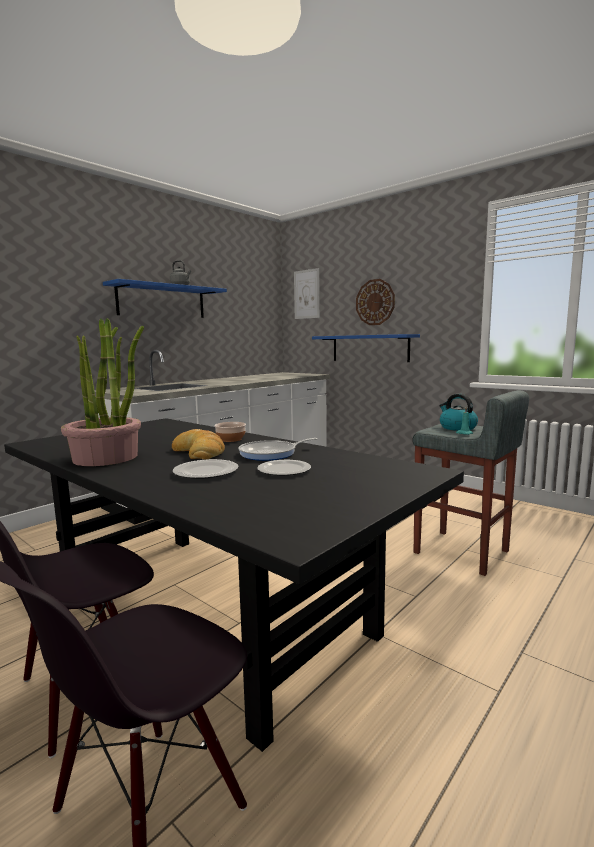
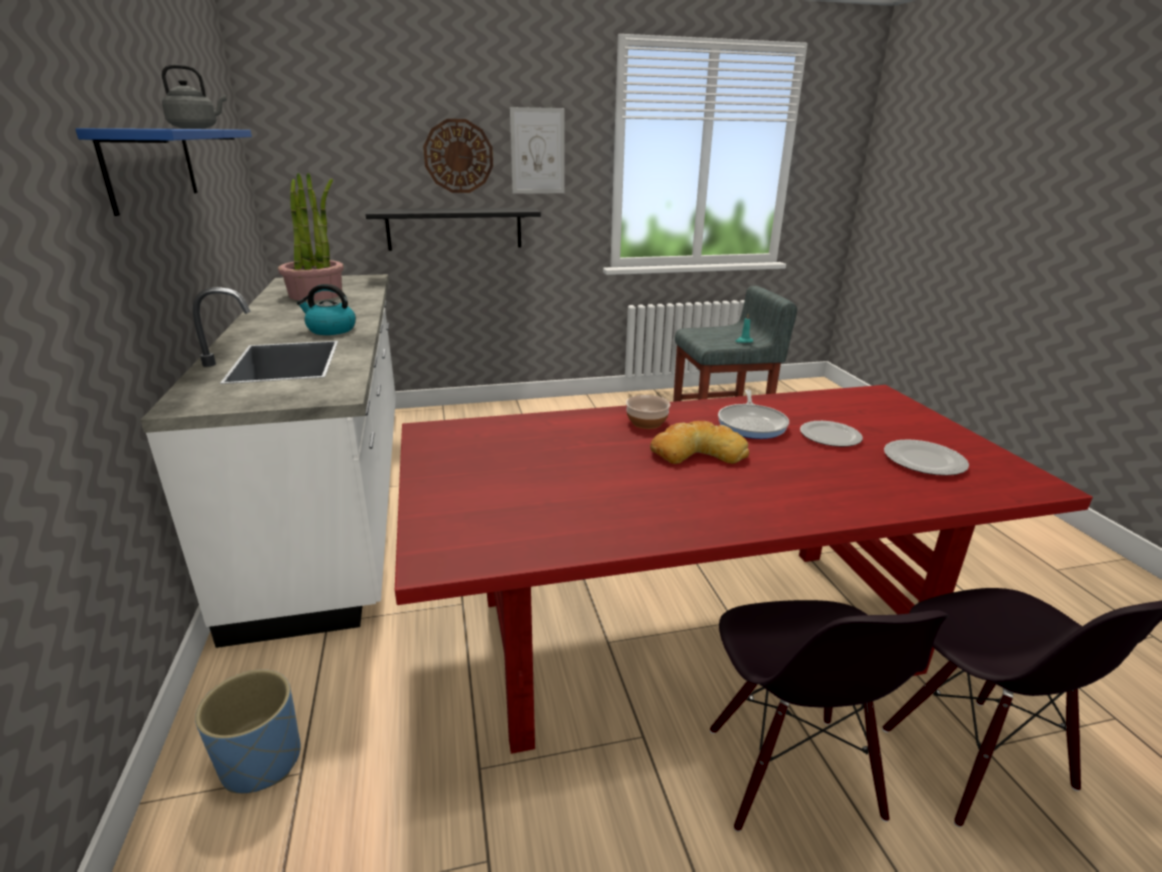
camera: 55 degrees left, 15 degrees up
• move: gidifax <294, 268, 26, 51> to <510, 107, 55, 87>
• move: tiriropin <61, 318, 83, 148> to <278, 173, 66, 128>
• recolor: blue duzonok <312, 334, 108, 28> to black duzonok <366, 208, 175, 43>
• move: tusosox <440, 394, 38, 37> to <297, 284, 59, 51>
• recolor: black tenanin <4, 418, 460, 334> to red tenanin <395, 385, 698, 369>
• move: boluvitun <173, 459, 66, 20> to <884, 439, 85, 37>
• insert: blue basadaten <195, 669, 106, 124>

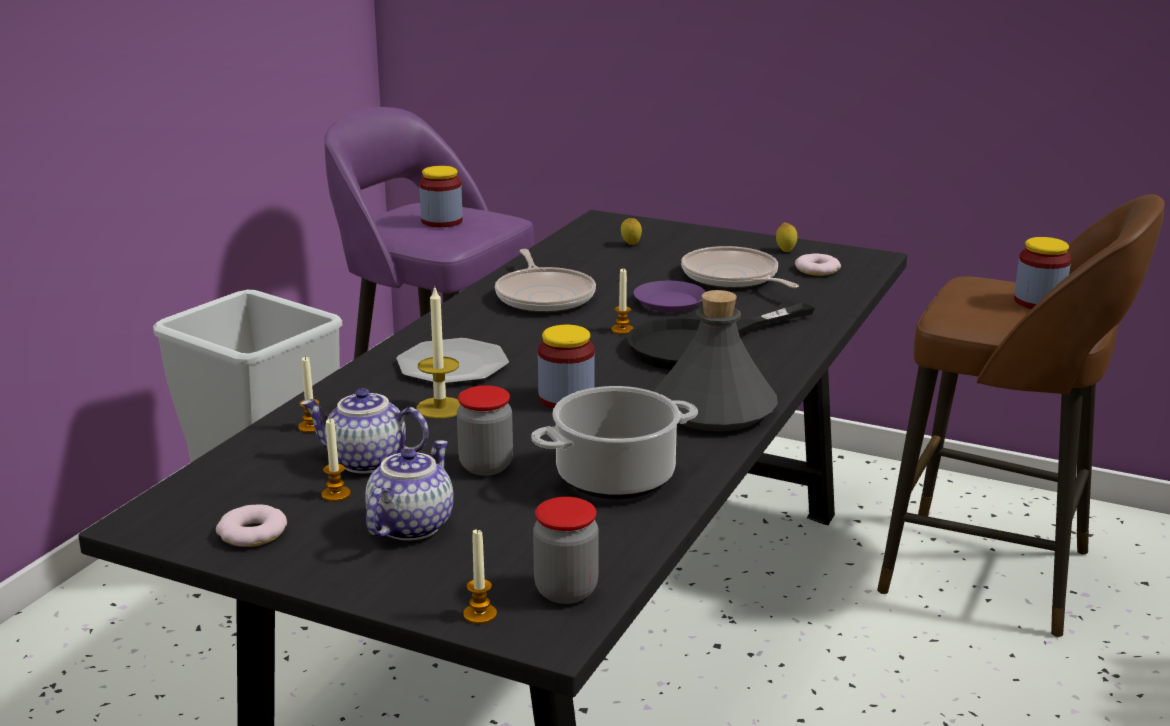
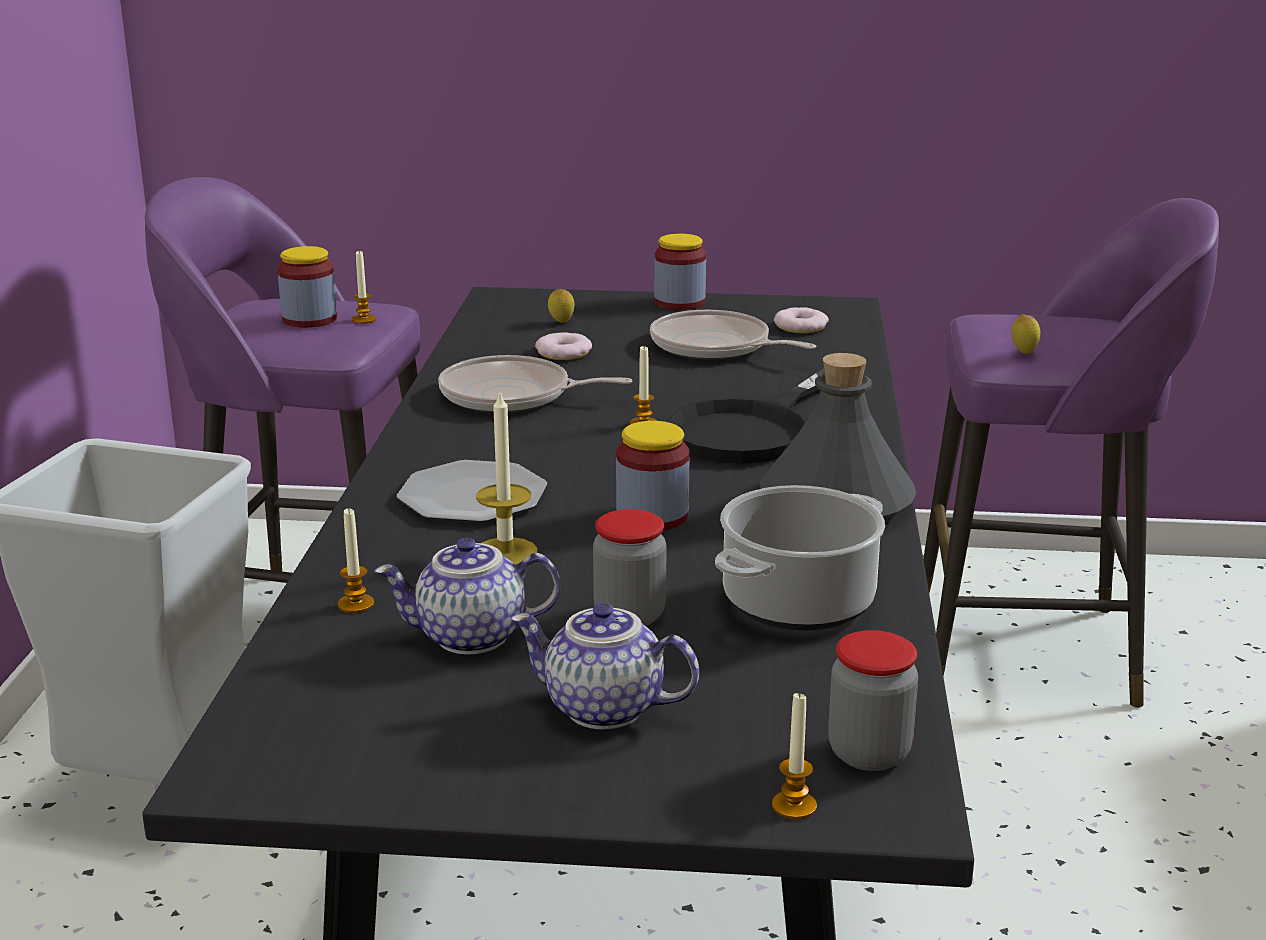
camera: 20 degrees left, 0 degrees up
• recolor: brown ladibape <877, 194, 288, 443> to purple ladibape <923, 198, 296, 510>
• move: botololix <776, 222, 21, 30> to <1011, 314, 29, 40>
• move: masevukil <1014, 237, 57, 72> to <654, 234, 52, 76>
• rotate: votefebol <495, 249, 101, 63> = <438, 355, 195, 58> 135 degrees clockwise
• delete: purple boluvitun <633, 281, 73, 31>
• move: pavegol <321, 418, 30, 84> to <352, 251, 24, 73>
• rotate: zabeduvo <365, 440, 89, 101> = <511, 603, 188, 126> 75 degrees counterclockwise
• move: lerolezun <216, 504, 71, 43> to <535, 332, 57, 28>

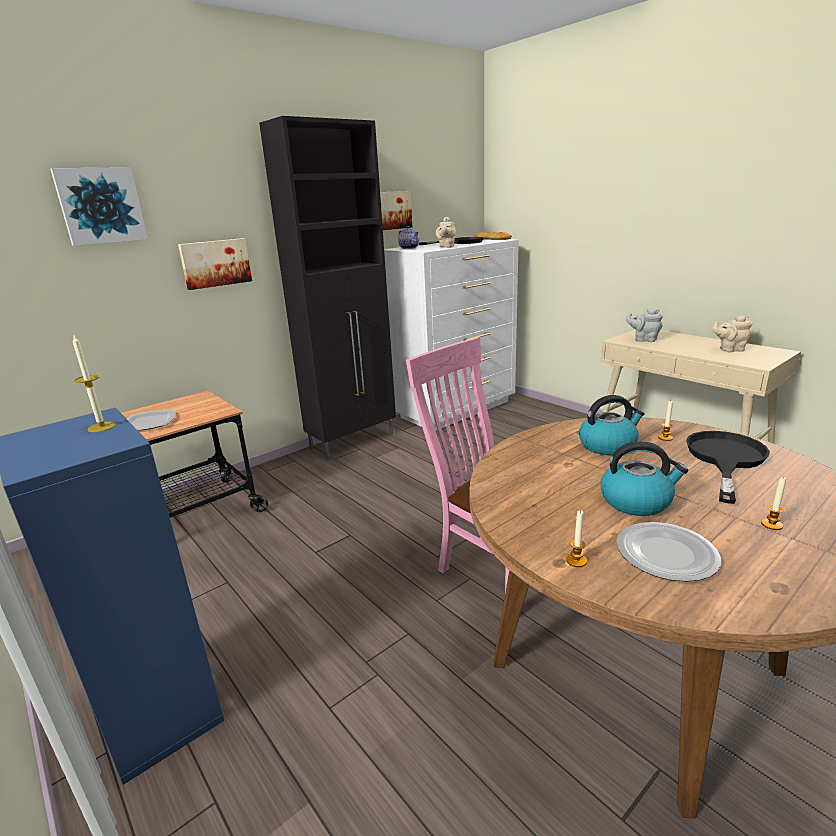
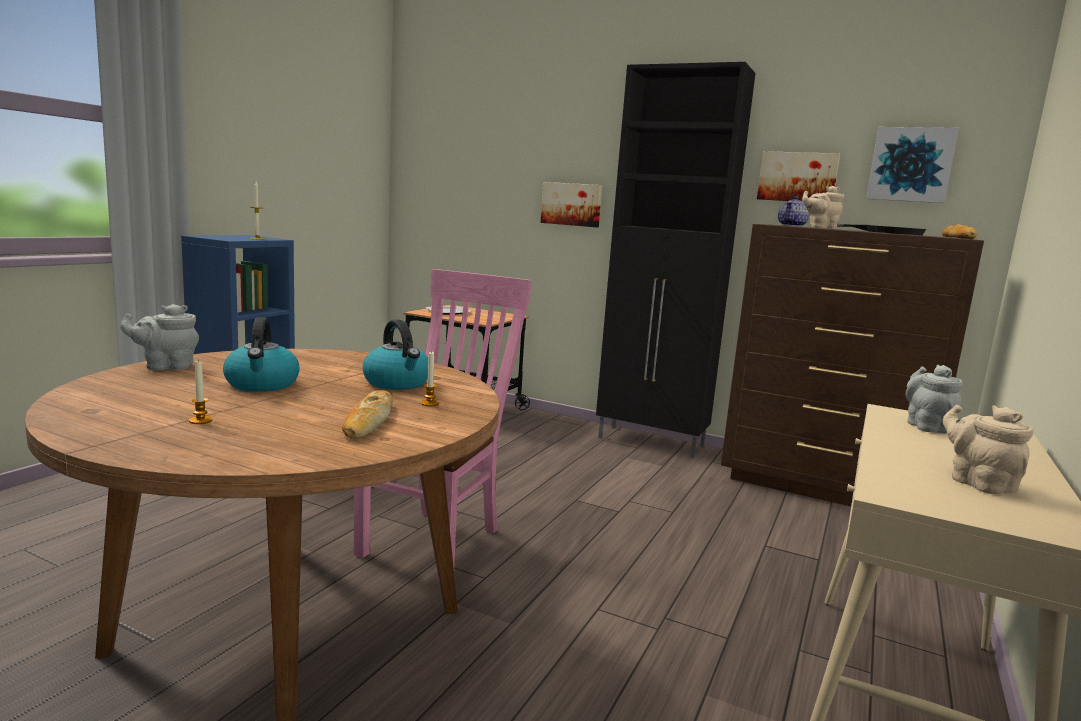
camera: 65 degrees right, 10 degrees down
• move: gidifax <50, 167, 98, 79> to <866, 127, 93, 76>
• recolor: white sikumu <384, 239, 135, 192> to brown sikumu <721, 224, 263, 282>
• replace: black votefebol <686, 431, 84, 73> to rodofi <342, 390, 51, 49>
• replace: pavegol <566, 510, 21, 57> to grey zabeduvo <120, 304, 79, 66>
• delete: boluvitun <616, 522, 105, 60>

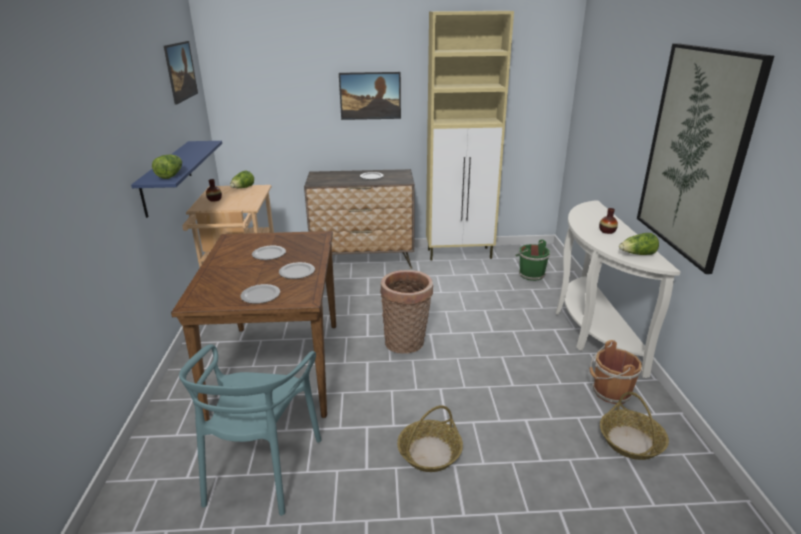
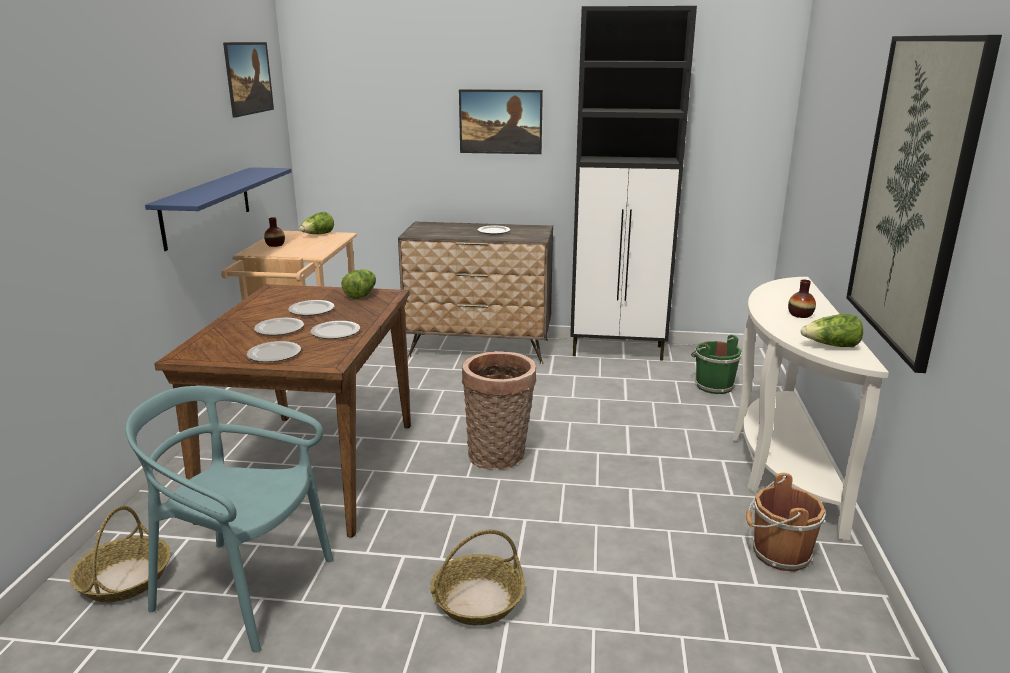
camera: 10 degrees right, 5 degrees down
• recolor: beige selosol <426, 11, 88, 249> to black selosol <570, 6, 127, 355>
• move: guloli <152, 155, 30, 24> to <341, 269, 35, 30>
• rotate: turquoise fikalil <179, 344, 142, 172> = <126, 386, 208, 267> 90 degrees clockwise
• move: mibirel <600, 392, 69, 68> to <70, 506, 101, 96>
• insert: boluvitun <254, 318, 50, 17>

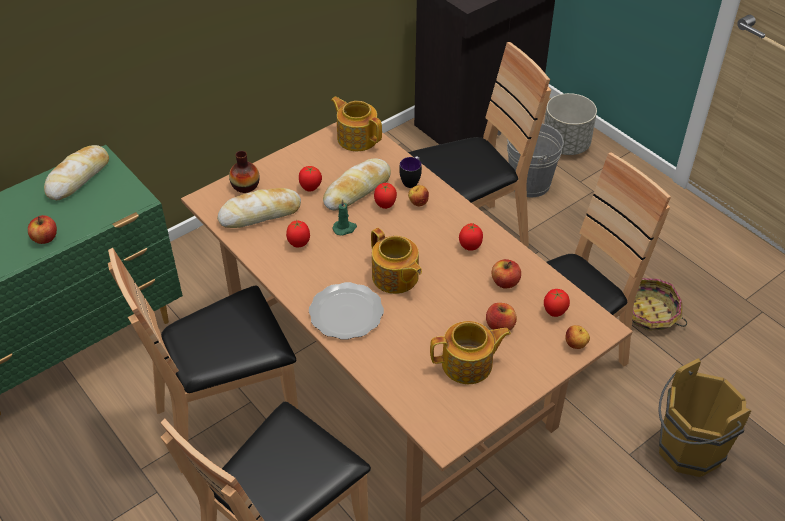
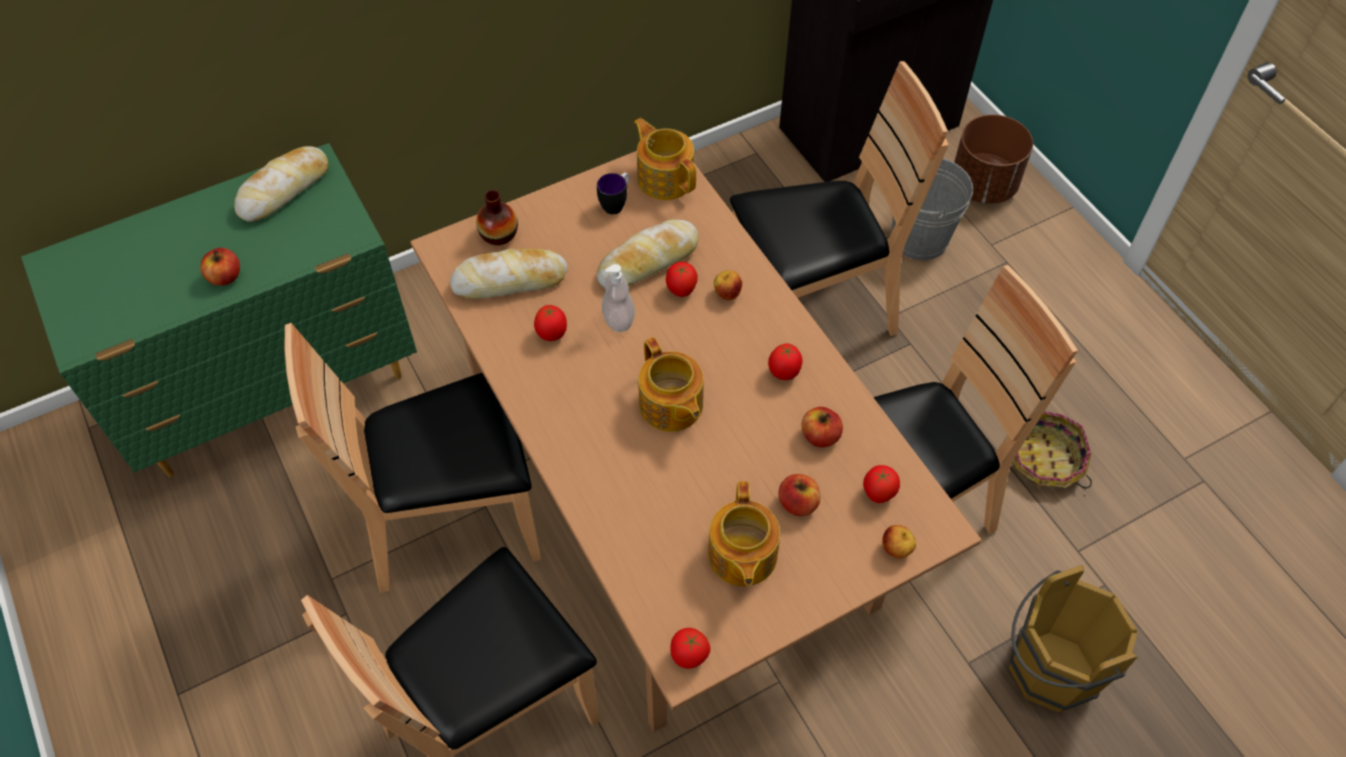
camera: 10 degrees right, 10 degrees up
• recolor: grey basadaten <544, 93, 53, 62> to brown basadaten <954, 114, 79, 90>
• move: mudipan <399, 156, 23, 32> to <597, 173, 32, 42>
• move: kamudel <299, 166, 23, 26> to <670, 628, 40, 41>
• replace: green pavegol <333, 199, 24, 37> to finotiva <602, 264, 33, 68>
• delete: boluvitun <309, 282, 75, 58>
• rotate: zabeduvo <430, 321, 81, 63> = <708, 481, 72, 105> 90 degrees clockwise

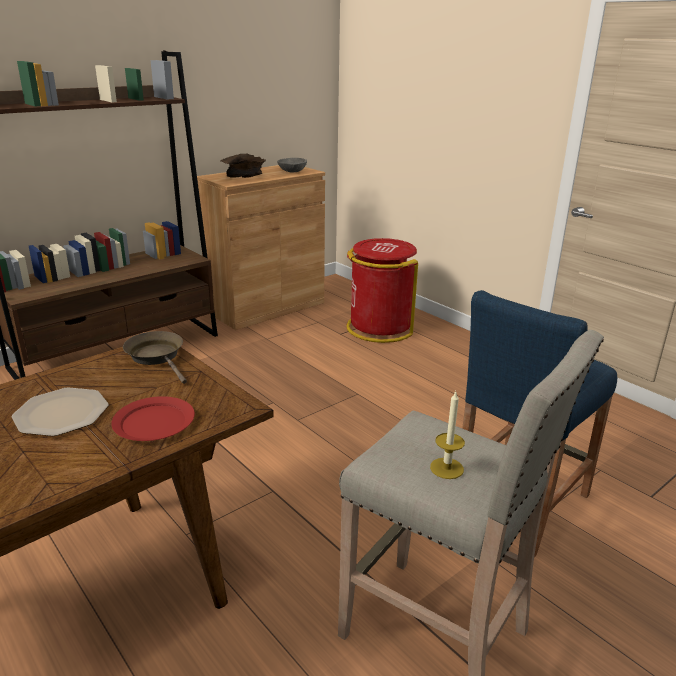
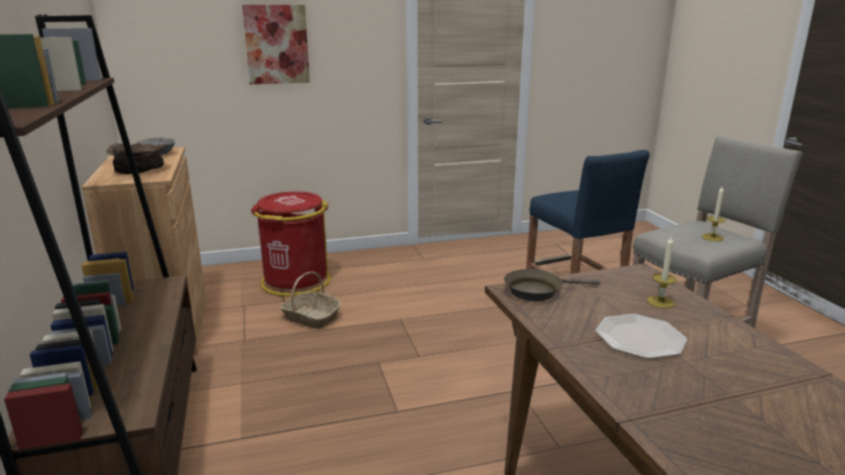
camera: 65 degrees left, 5 degrees down
• replace: red boluvitun <111, 396, 84, 45> to pavegol <647, 235, 30, 73>
• insert: gidifax <242, 5, 68, 79>
• insert: mibirel <280, 271, 61, 58>

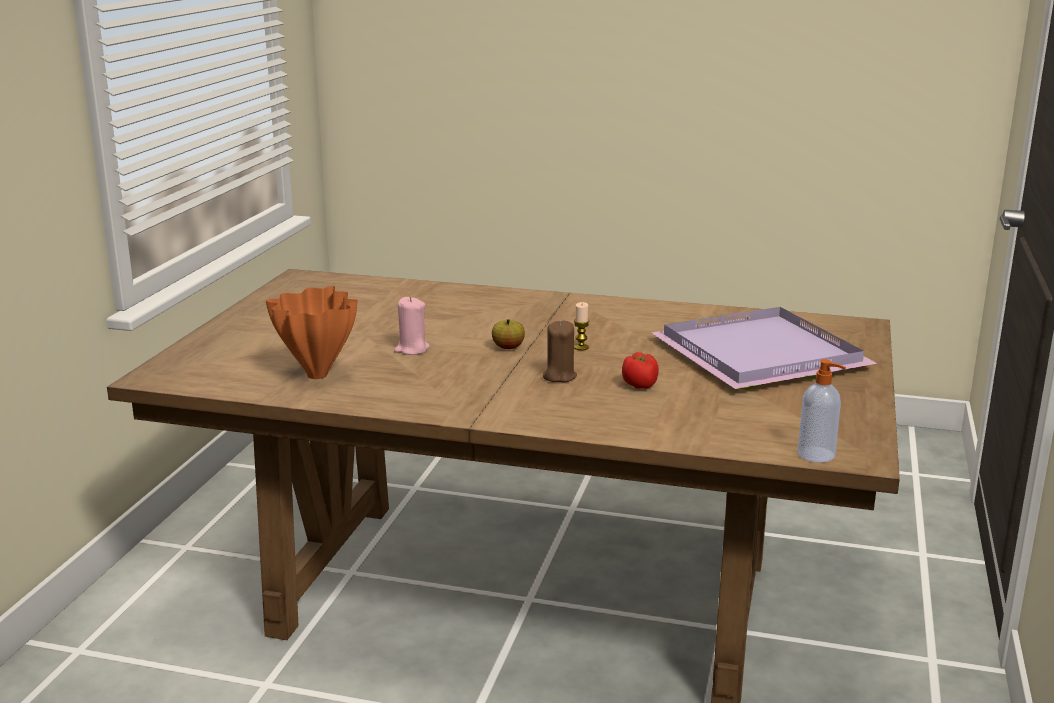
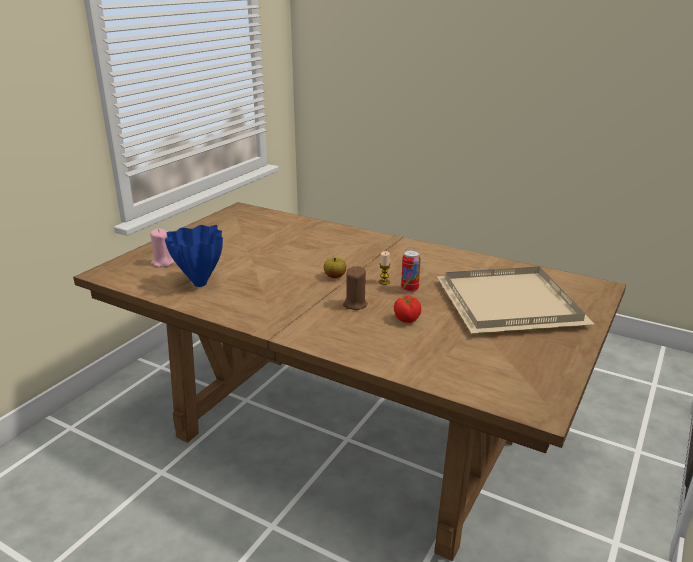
camera: 15 degrees right, 5 degrees up
• recolor: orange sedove <266, 286, 92, 93> to blue sedove <165, 225, 58, 62>
• move: pink pavegol <394, 297, 36, 58> to <150, 228, 25, 39>
• recolor: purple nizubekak <651, 307, 227, 83> to beige nizubekak <437, 267, 157, 67>
• delete: finotiva <798, 359, 48, 104>
• insert: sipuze <401, 250, 19, 43>

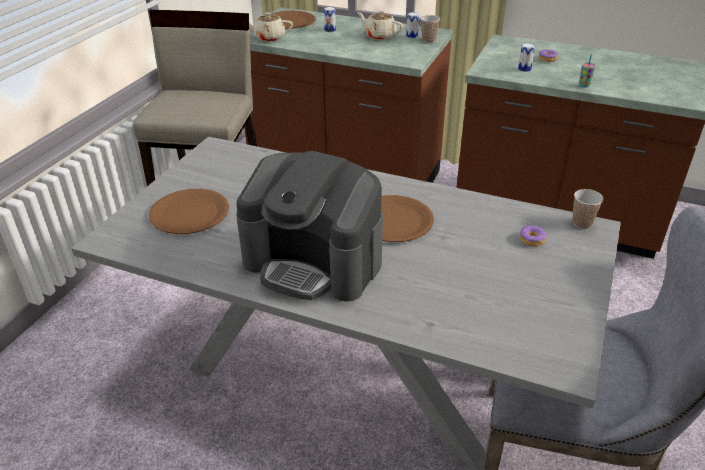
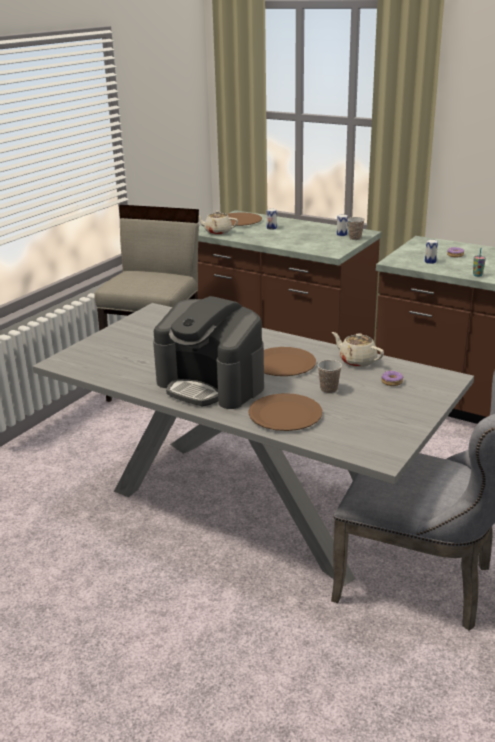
camera: 10 degrees right, 10 degrees down
• move: beige zabeduvo <357, 11, 46, 29> to <332, 332, 52, 35>
• move: brown boluvitun <149, 189, 80, 45> to <248, 393, 74, 38>
• move: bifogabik <572, 189, 32, 40> to <317, 360, 25, 34>

